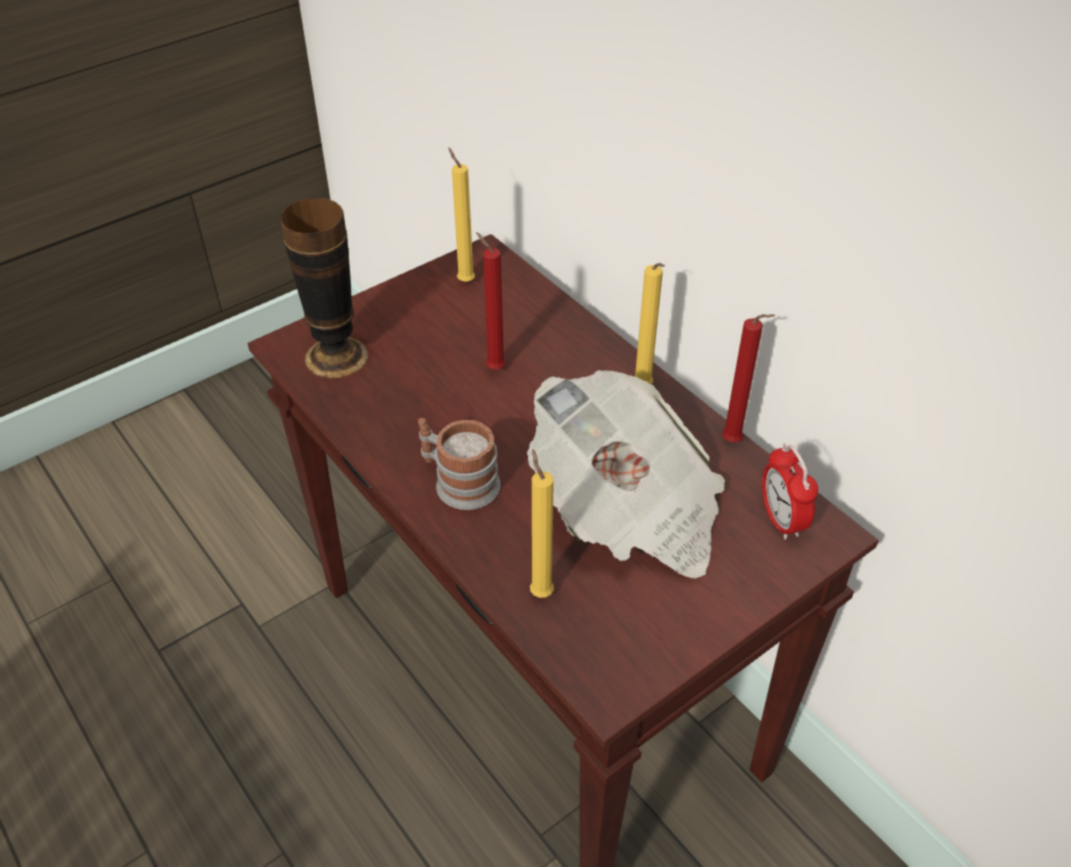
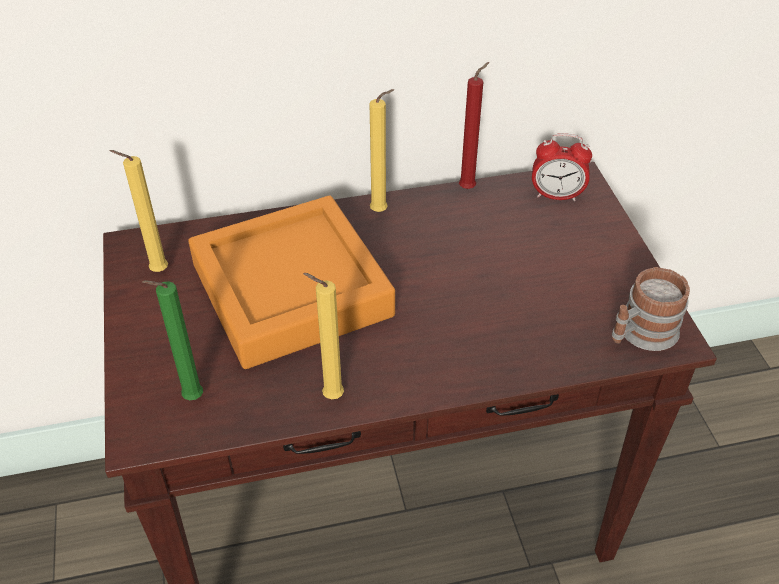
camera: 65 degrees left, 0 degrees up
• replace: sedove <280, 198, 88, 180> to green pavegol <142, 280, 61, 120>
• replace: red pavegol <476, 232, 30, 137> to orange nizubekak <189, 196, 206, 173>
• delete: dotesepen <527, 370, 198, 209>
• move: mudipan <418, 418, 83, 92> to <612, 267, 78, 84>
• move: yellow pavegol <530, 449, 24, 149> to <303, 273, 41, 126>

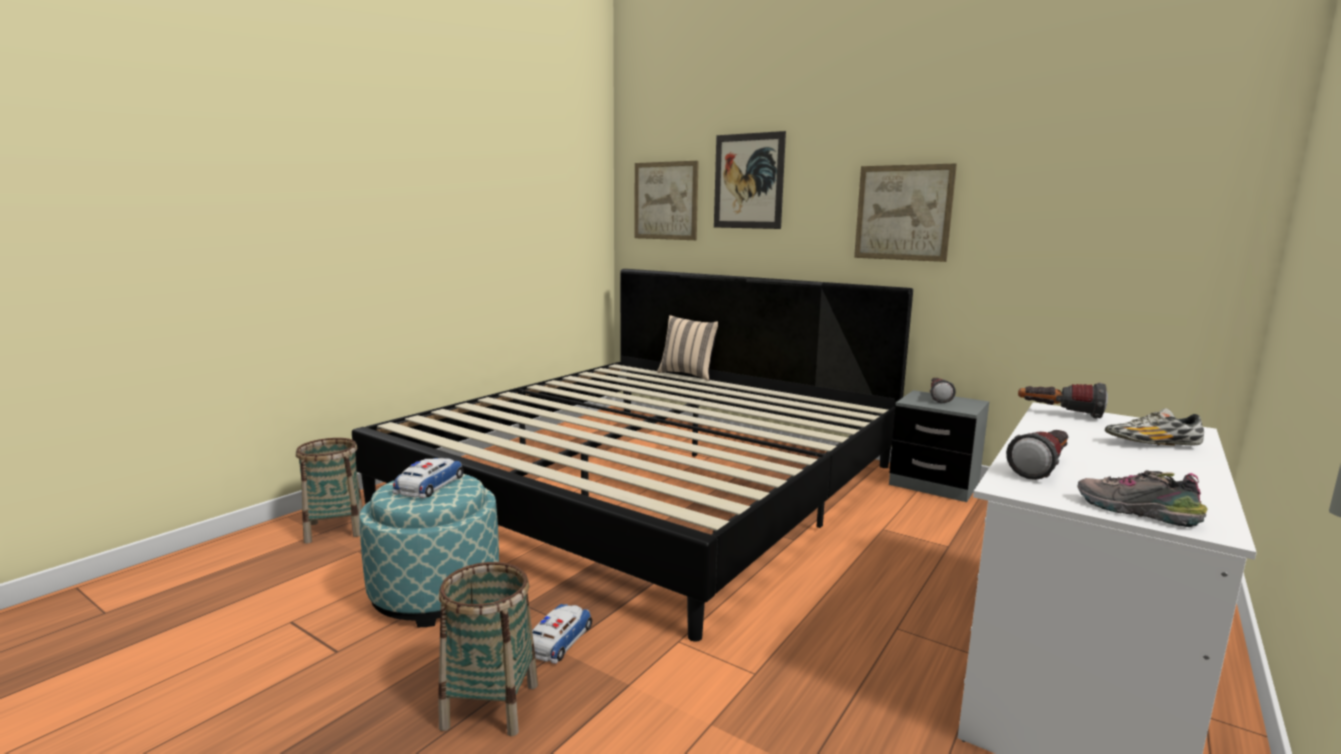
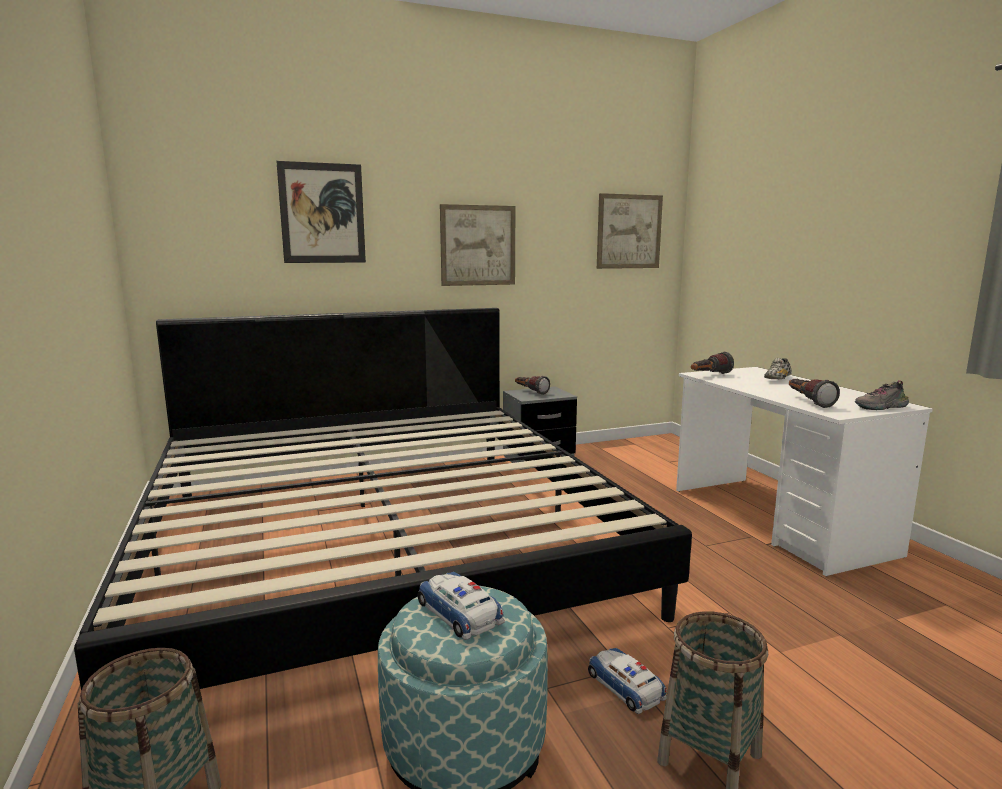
camera: 55 degrees left, 0 degrees up
• move: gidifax <634, 161, 65, 79> to <597, 193, 66, 76>
• delete: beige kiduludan <657, 315, 61, 66>

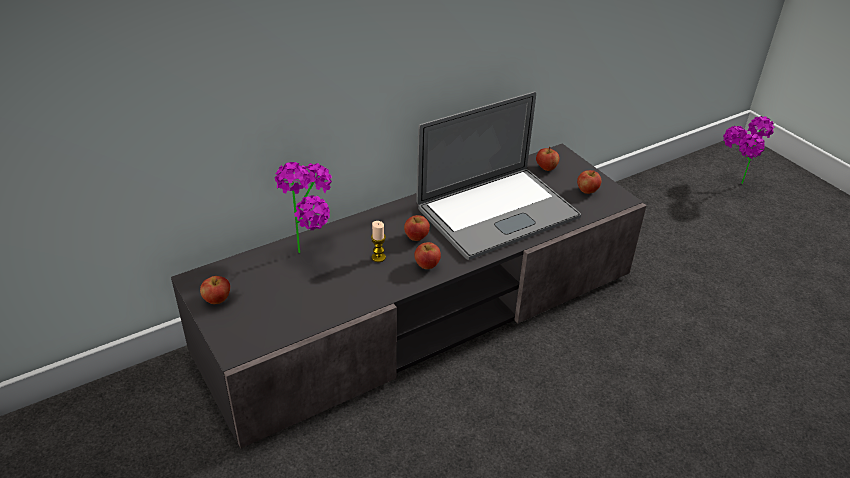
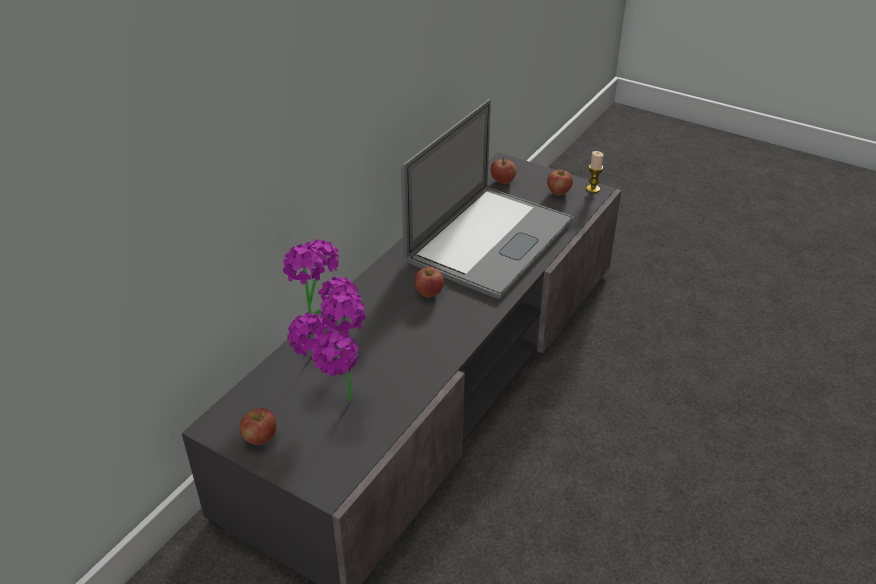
camera: 25 degrees left, 0 degrees up
• move: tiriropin <723, 116, 51, 68> to <287, 291, 79, 111>
• move: pavegol <371, 221, 15, 41> to <586, 151, 18, 42>
• delete: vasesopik <414, 242, 27, 27>

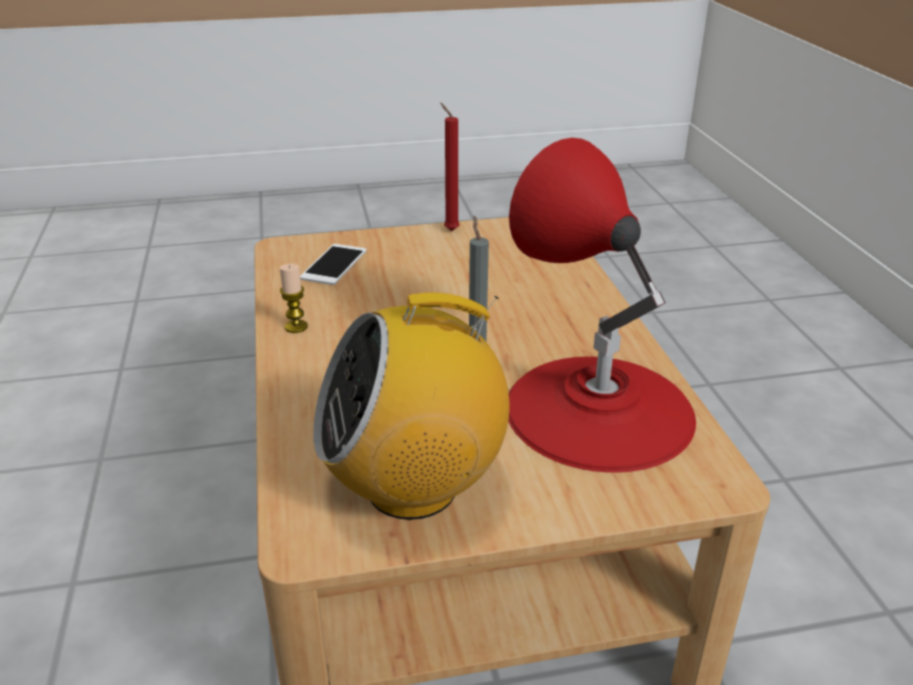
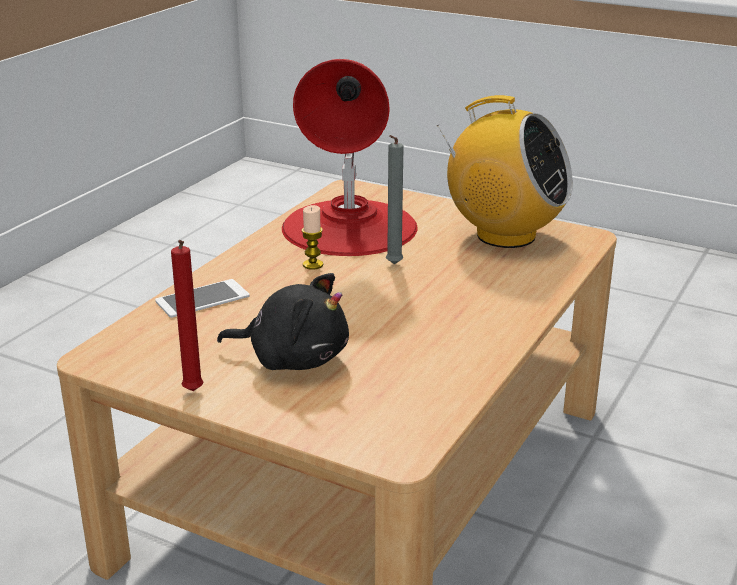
camera: 140 degrees left, 5 degrees down
• move: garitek <300, 244, 67, 41> to <155, 279, 94, 39>
• move: pavegol <280, 264, 28, 69> to <301, 205, 22, 65>
• insert: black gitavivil <217, 273, 132, 97>

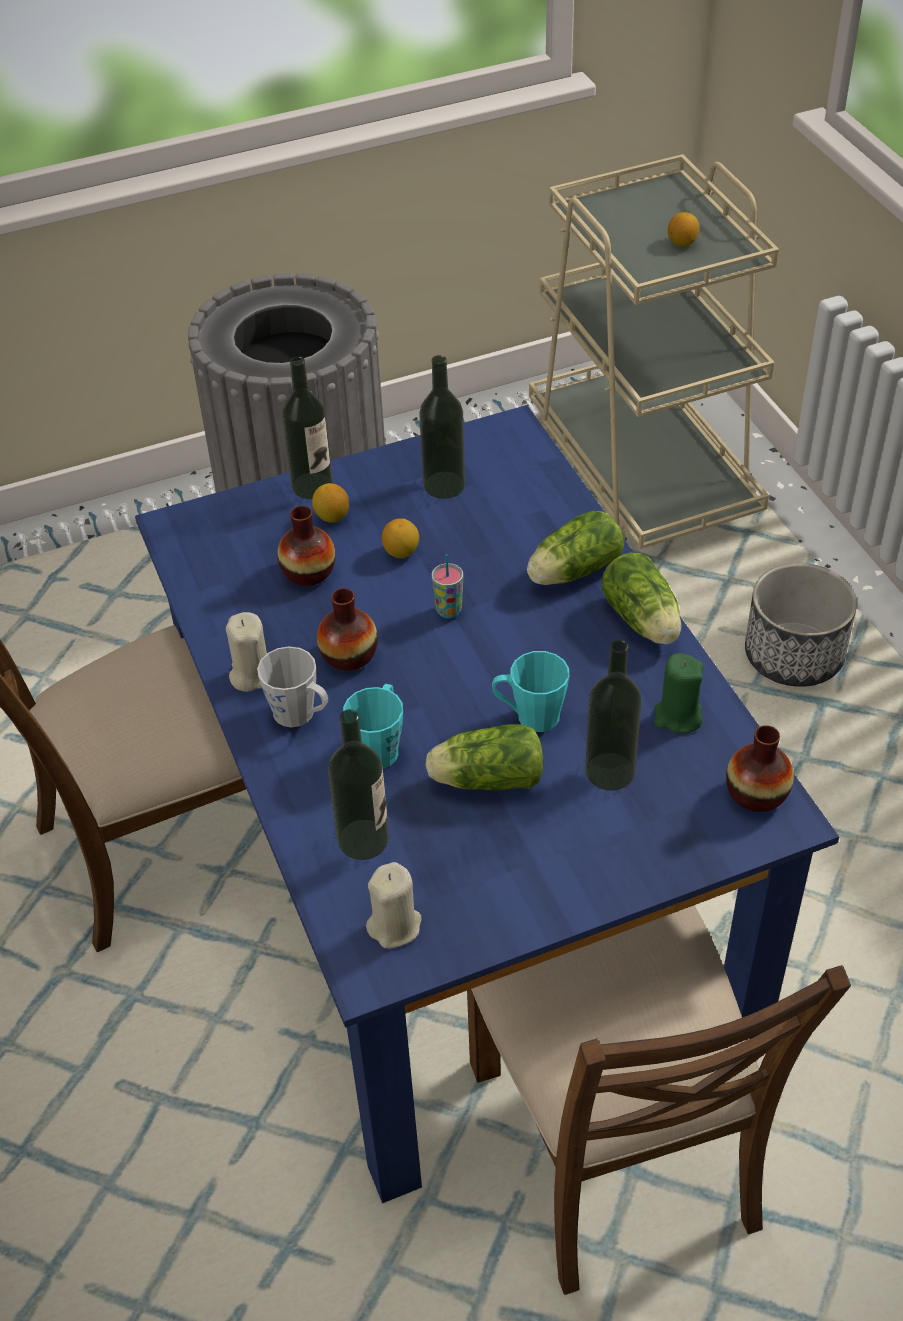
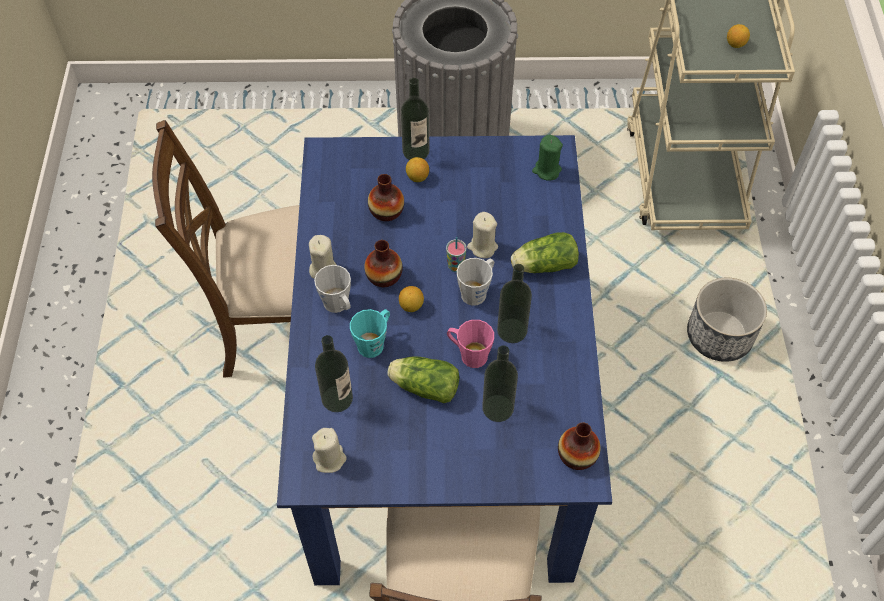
camera: 20 degrees right, 10 degrees up
• move: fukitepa <419, 355, 46, 144> to <497, 264, 35, 79>
• move: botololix <382, 518, 37, 40> to <399, 286, 25, 26>
• delete: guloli <602, 553, 79, 92>
• recolor: turquoise mudipan <492, 651, 77, 81> to pink mudipan <447, 320, 47, 48>
• move: green pavegol <654, 653, 50, 81> to <532, 134, 31, 47>
• insert: beige pavegol <467, 212, 31, 46>
• insert: grey mudipan <457, 258, 37, 48>

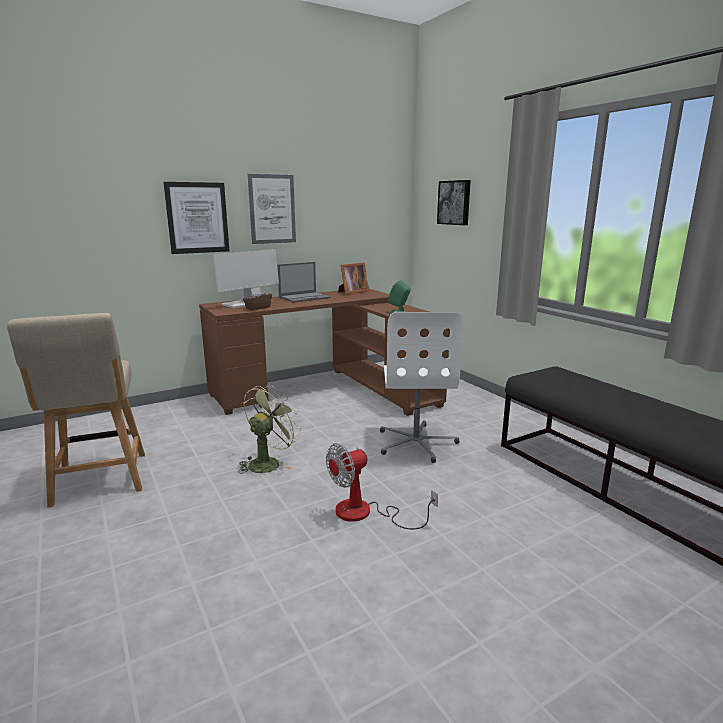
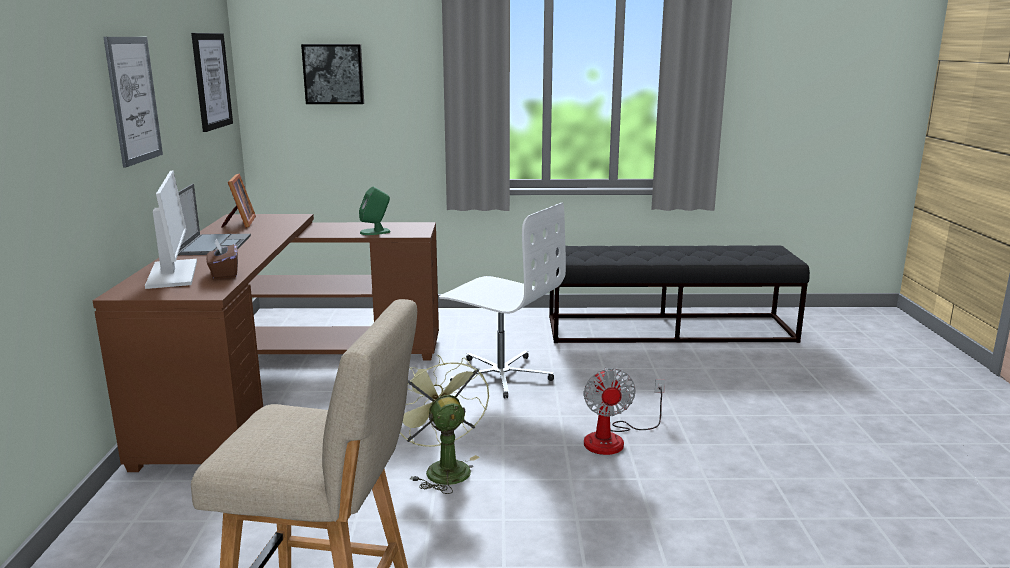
camera: 60 degrees left, 0 degrees up
• move: gidifax <163, 182, 66, 72> to <191, 33, 42, 99>

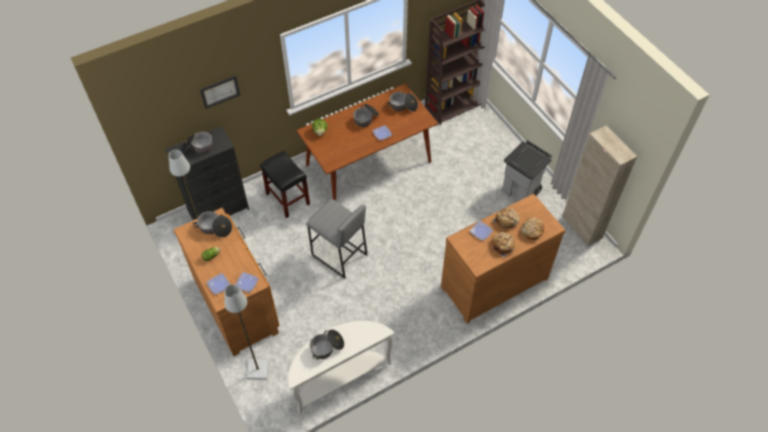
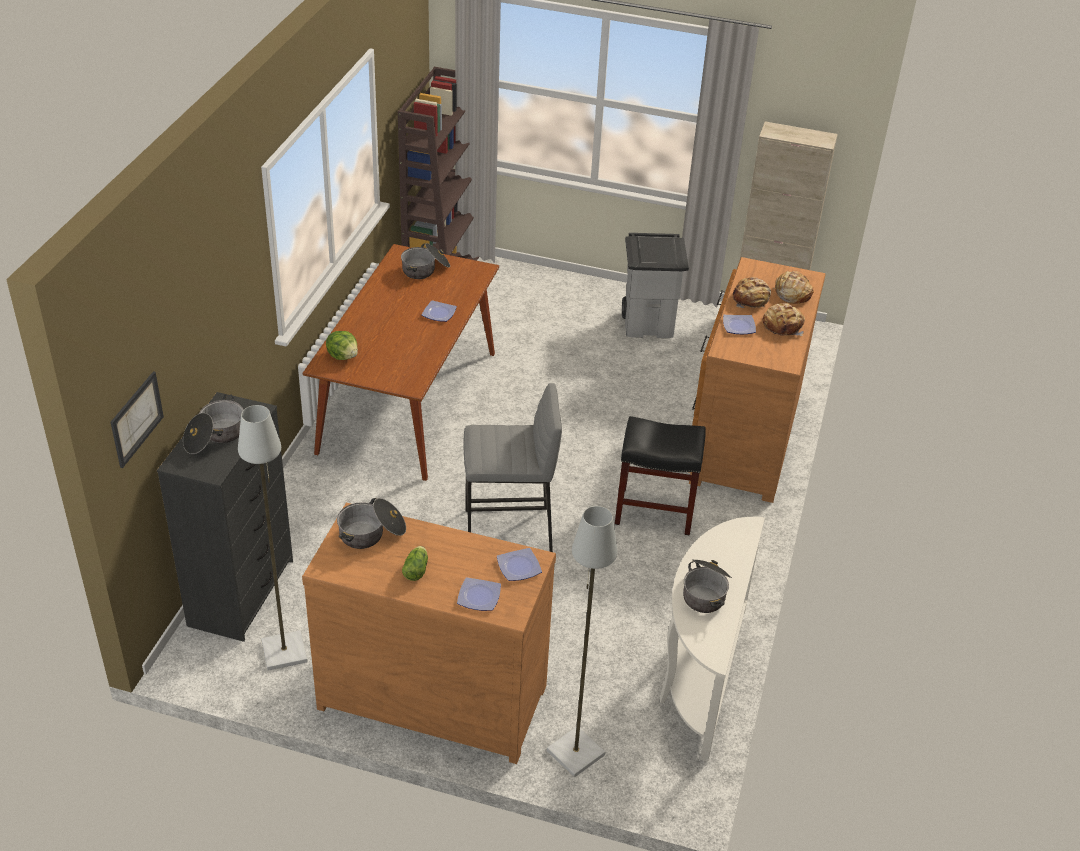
camera: 45 degrees left, 15 degrees down
• move: gidifax <200, 76, 40, 33> to <111, 371, 53, 97>
• delete: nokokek <353, 104, 26, 23>
• move: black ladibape <260, 151, 50, 67> to <615, 416, 91, 119>

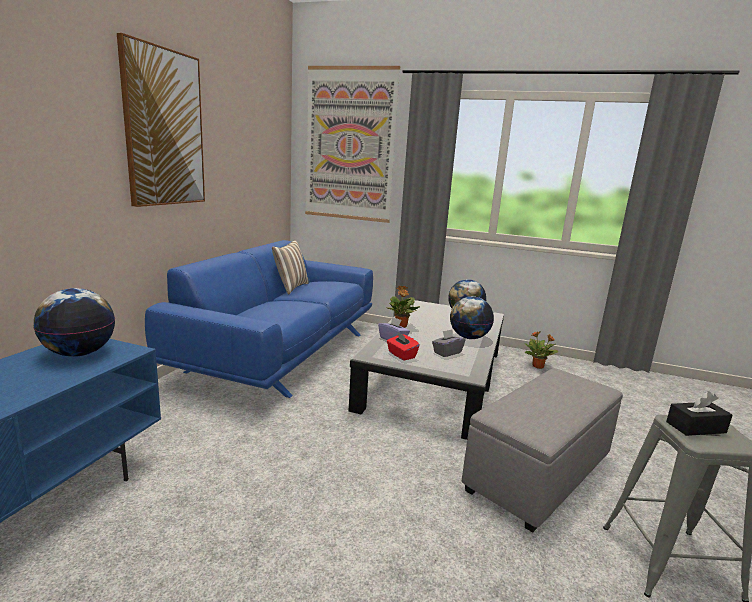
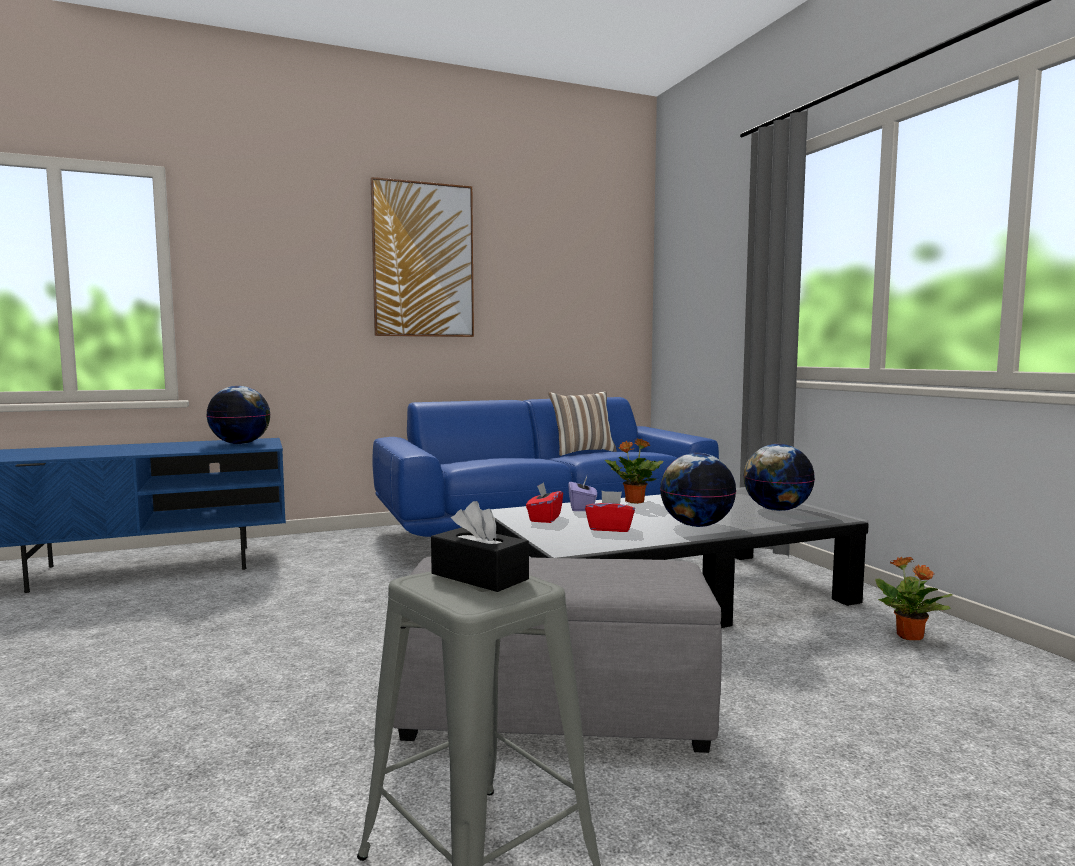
camera: 50 degrees right, 10 degrees down
• delete: gidifax <305, 66, 95, 157>
• recolor: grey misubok <432, 329, 34, 28> to red misubok <585, 491, 50, 41>

